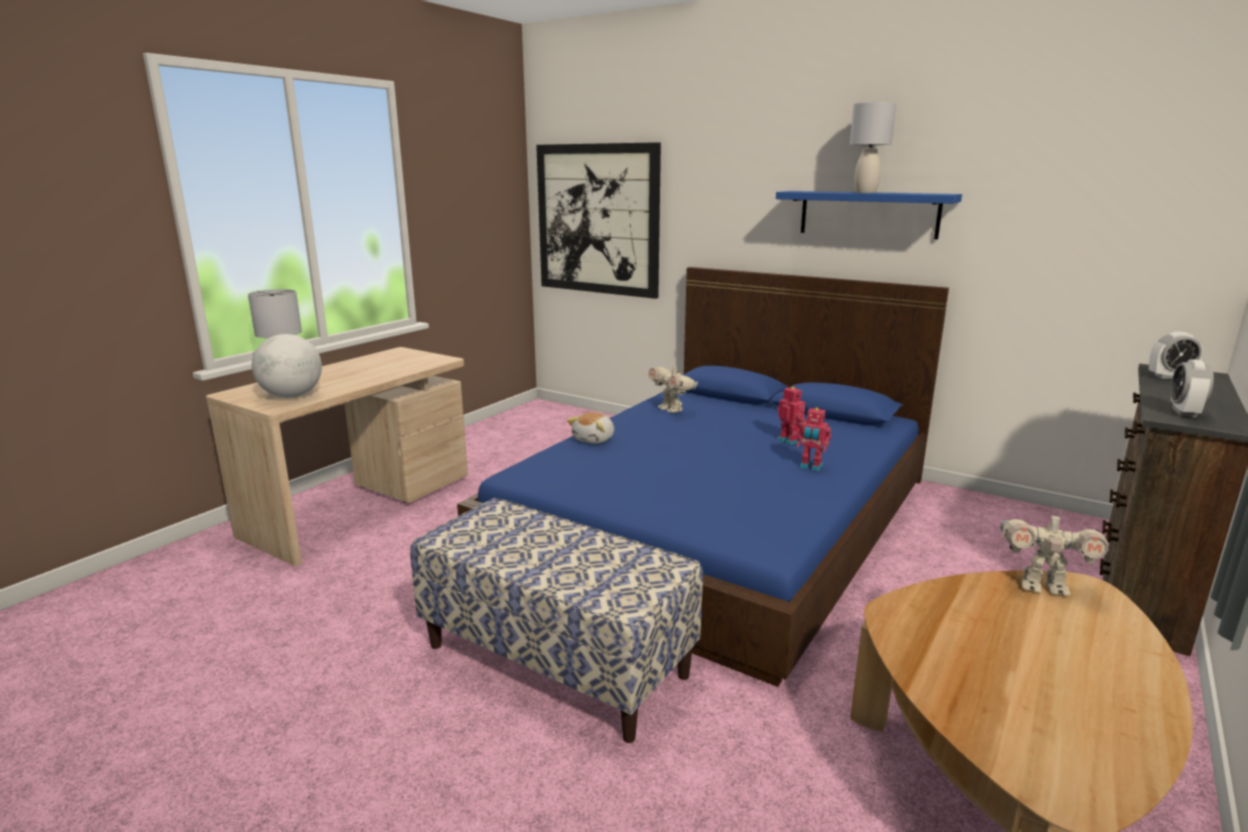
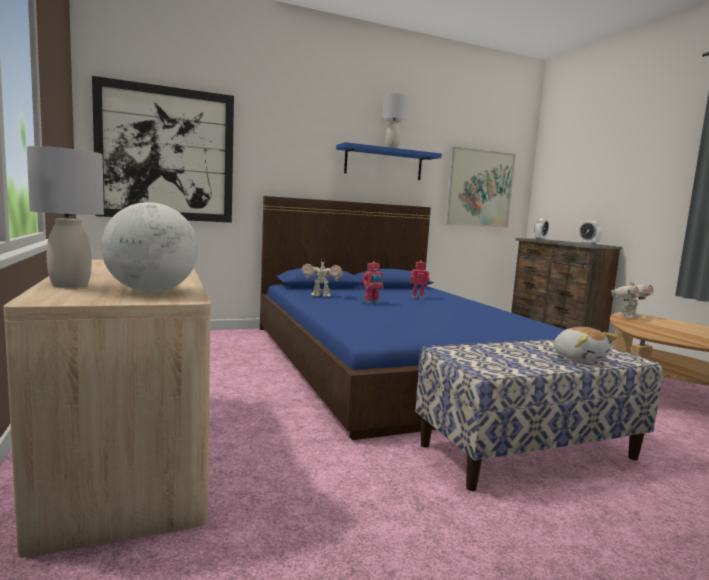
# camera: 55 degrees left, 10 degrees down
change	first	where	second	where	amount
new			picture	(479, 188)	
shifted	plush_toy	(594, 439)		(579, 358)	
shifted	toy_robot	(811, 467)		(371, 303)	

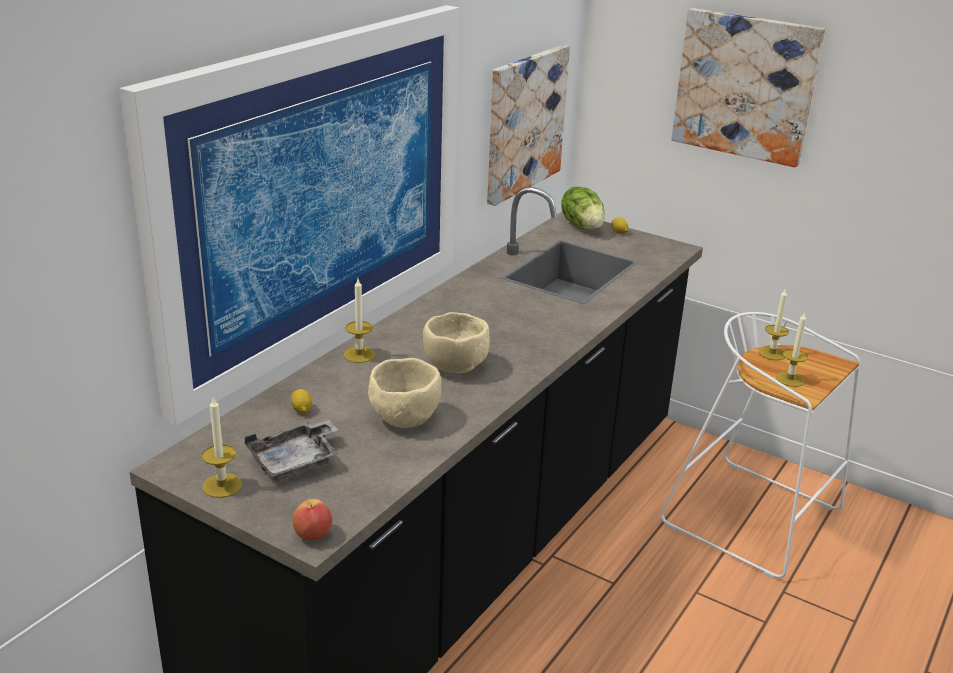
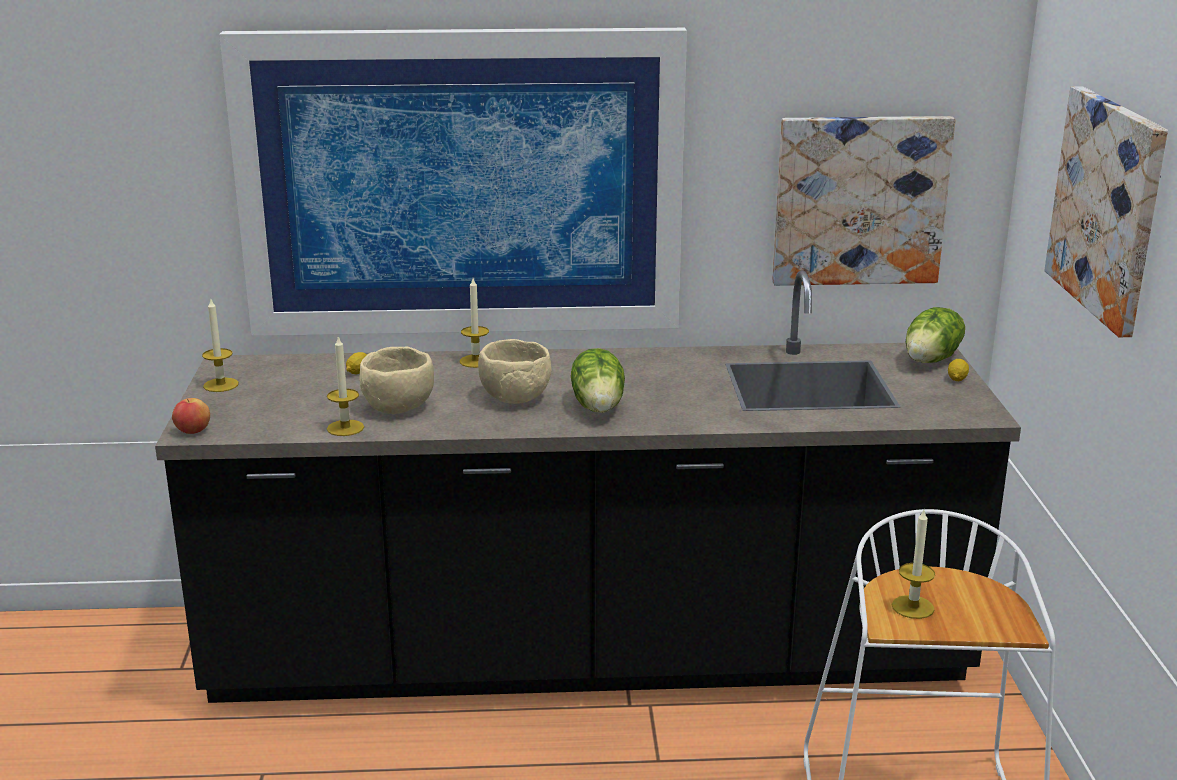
# camera: 55 degrees right, 5 degrees down
change	first	where	second	where	amount
gone	grey_tray	(296, 461)			
new			lettuce	(599, 406)	
shifted	candle	(772, 353)		(345, 428)	

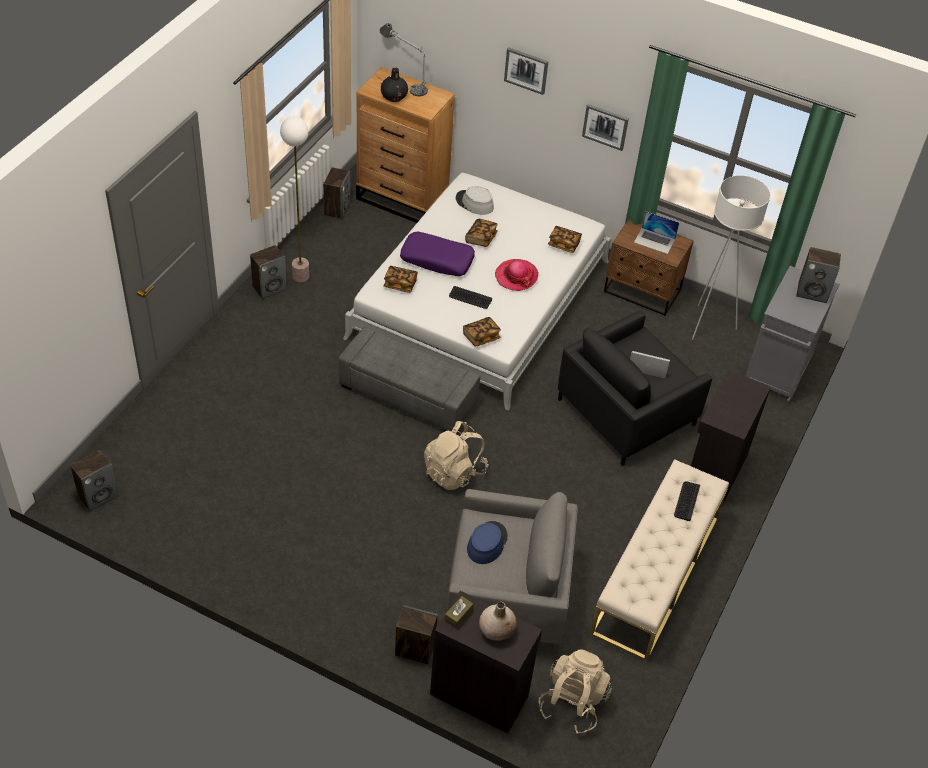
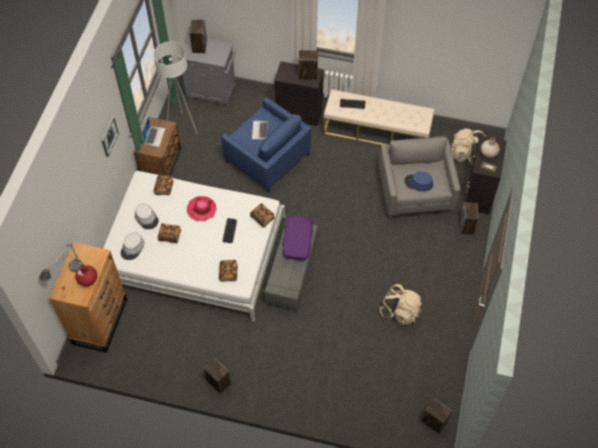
# camera: 100 degrees left, 10 degrees up
change	first	where	second	where	amount
gone	floor_lamp	(301, 276)			
gone	picture	(526, 70)			
new			grey_hat	(146, 218)	
shifted	speaker	(337, 209)		(307, 75)	
shifted	purple_pillow	(437, 260)		(297, 240)	
shifted	beige_backpack	(454, 472)		(400, 311)	
repainted	black_vase	(394, 97)	red_vase	(88, 279)	
repainted	black_armchair	(626, 412)	blue_armchair	(267, 158)	

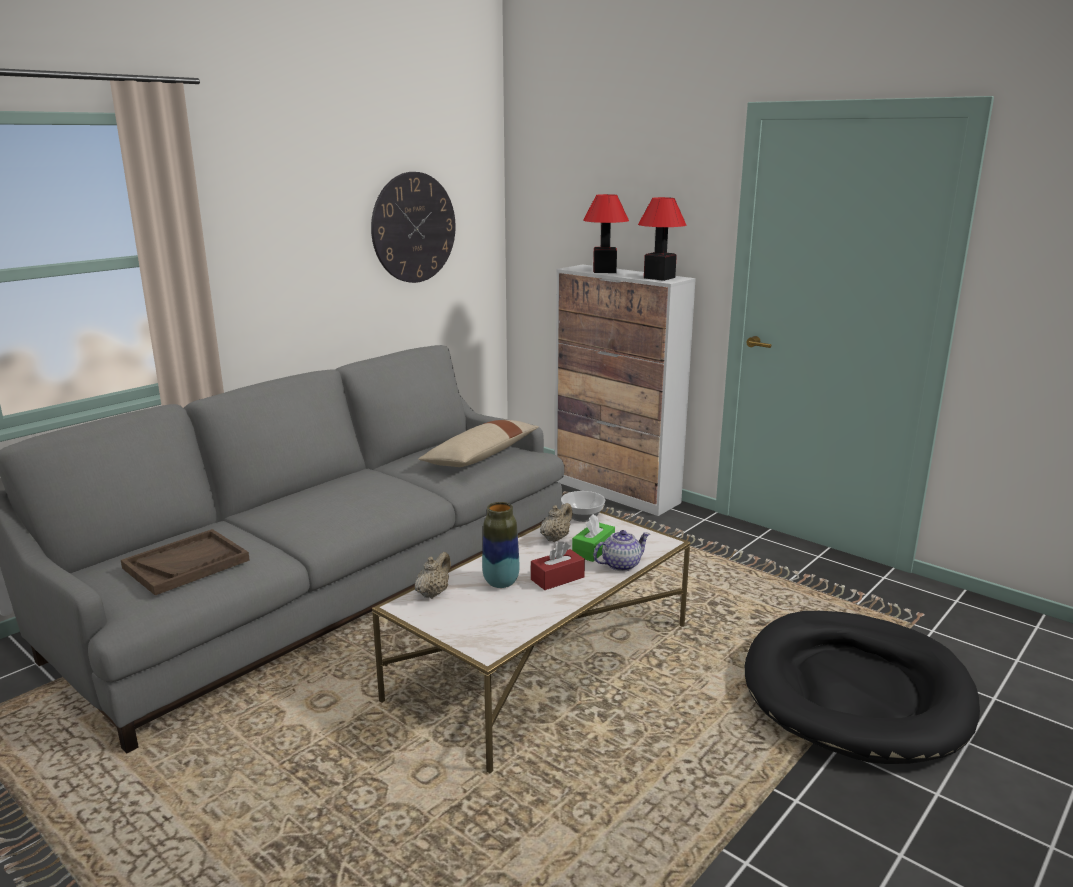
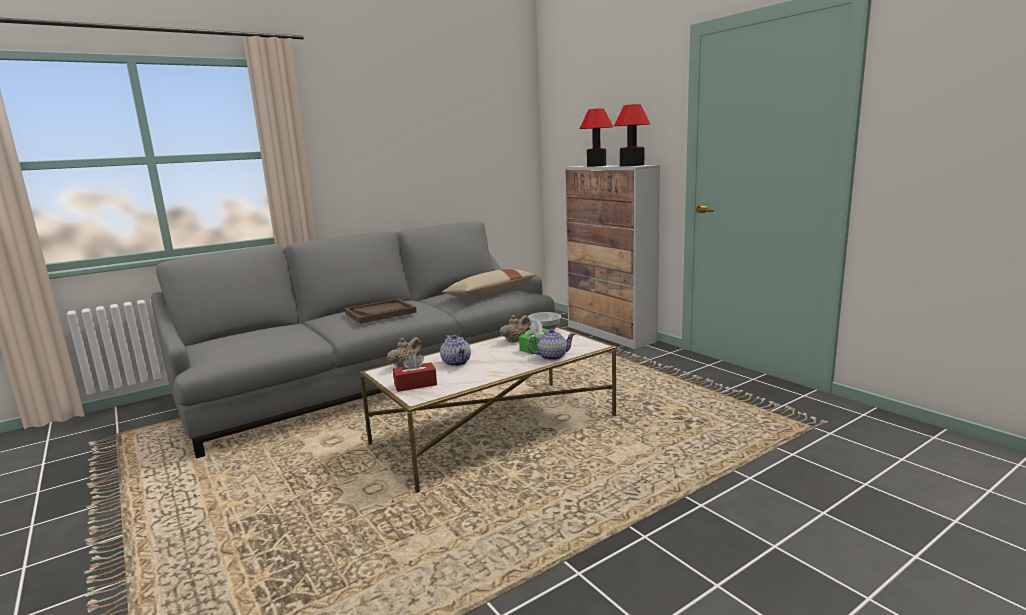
# camera: 15 degrees right, 5 degrees down
change	first	where	second	where	amount
gone	wall_clock	(414, 228)			
gone	black_dog_bed	(855, 691)			
shifted	brown_tray	(186, 564)		(380, 313)	
shifted	red_tissue_box	(557, 578)		(415, 384)	
swapped	vase	(501, 582)	teapot	(457, 362)	

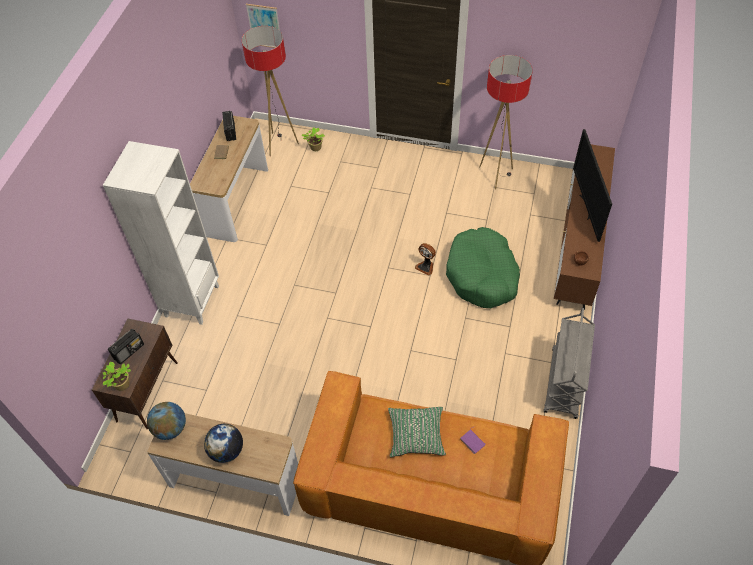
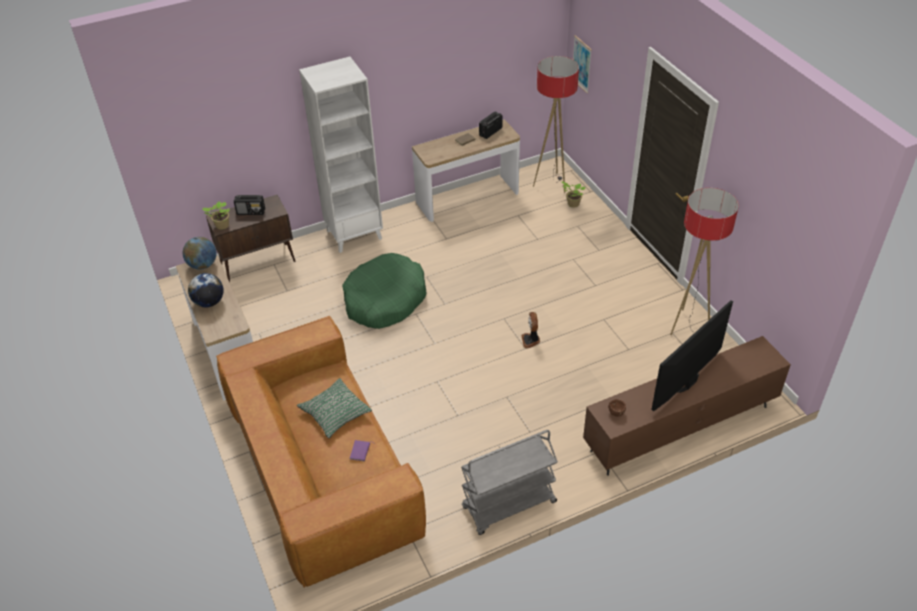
# camera: 50 degrees right, 10 degrees down
change	first	where	second	where	amount
shifted	green_dog_bed	(482, 275)		(385, 300)	

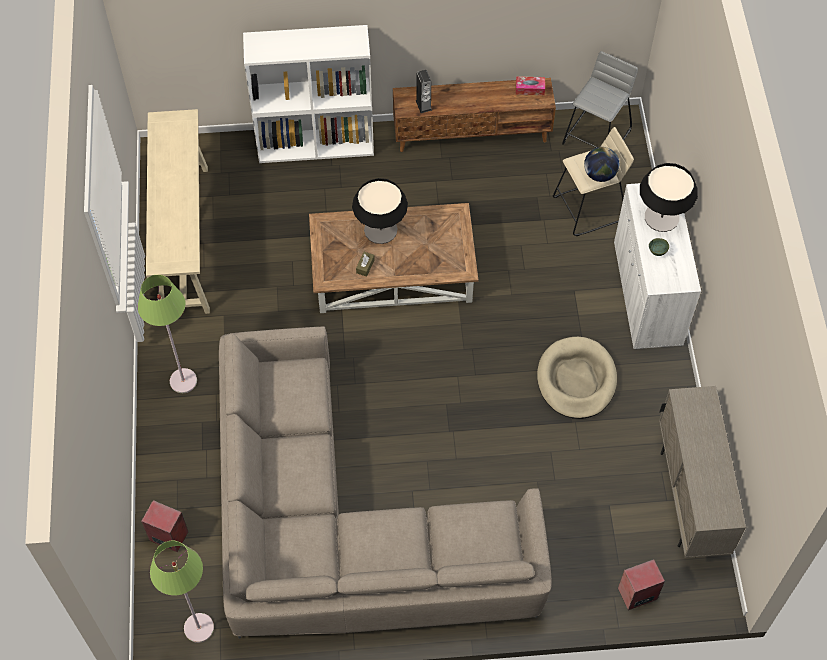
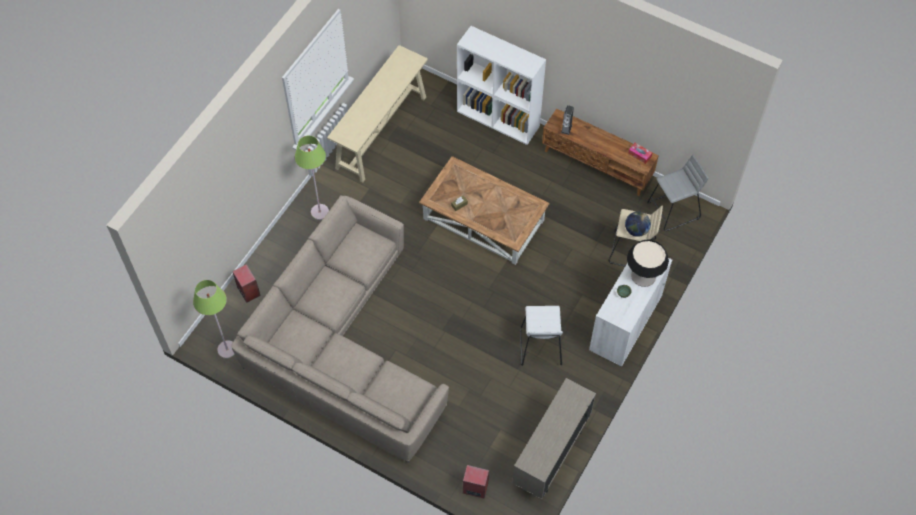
# camera: 35 degrees right, 0 degrees up
change	first	where	second	where	amount
gone	table_lamp	(380, 230)			
swapped	beige_dog_bed	(576, 380)	white_stool	(540, 347)	

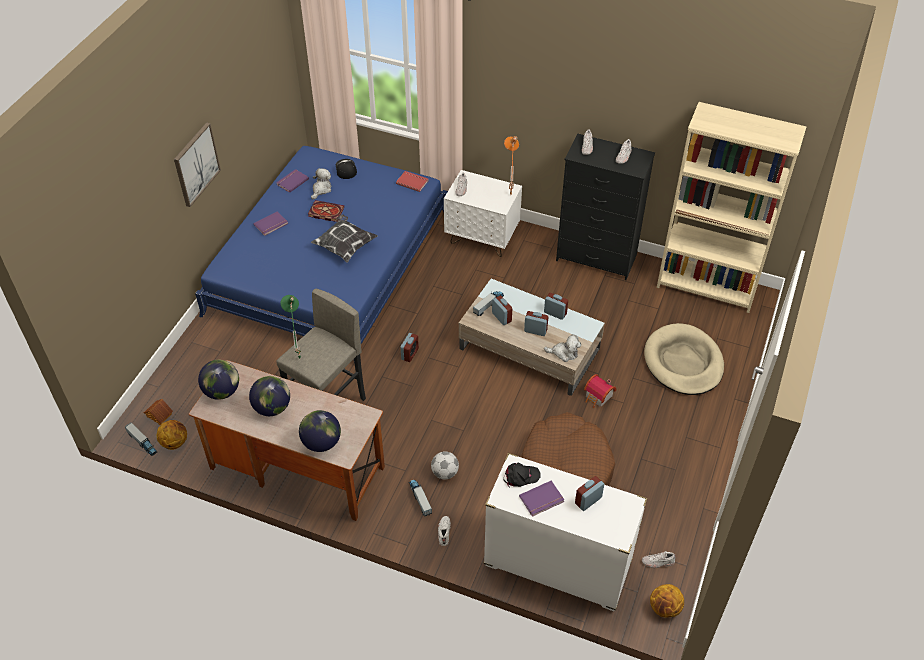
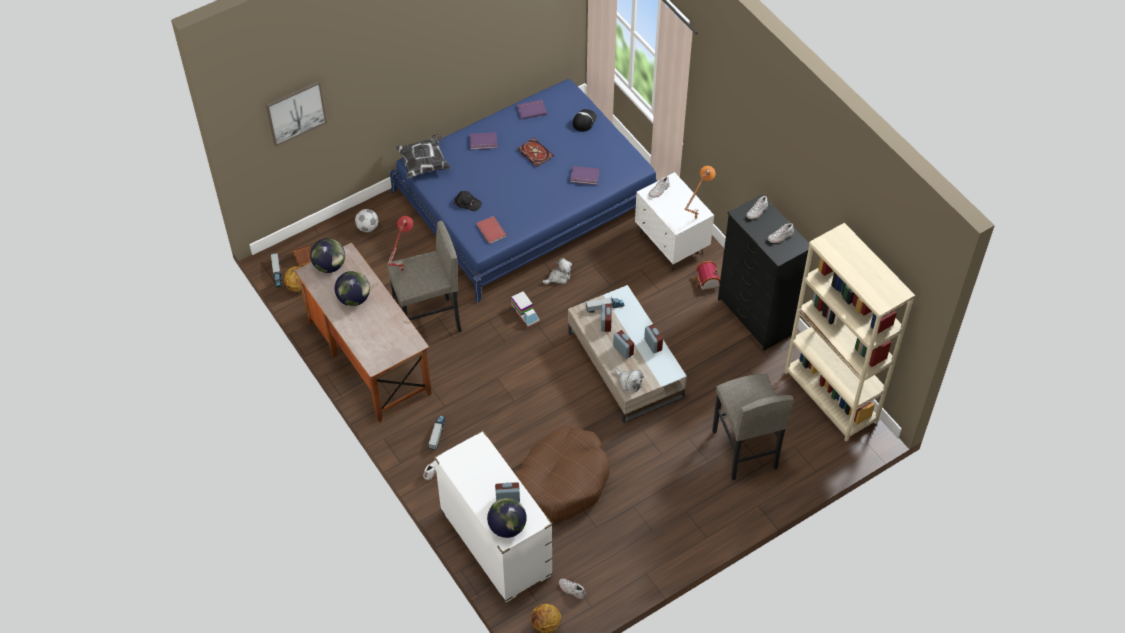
# camera: 35 degrees right, 5 degrees up
change	first	where	second	where	amount
shifted	picture	(196, 164)		(295, 112)	
shifted	globe	(321, 442)		(507, 527)	
shifted	plush_toy	(321, 189)		(559, 277)	
shifted	pillow	(345, 246)		(424, 163)	
shifted	red_book	(412, 181)		(492, 230)	
shifted	football	(445, 472)		(367, 227)	
shifted	black_cap	(520, 476)		(467, 203)	
shifted	purple_book	(542, 500)		(584, 177)	
shifted	toy_house	(598, 397)		(706, 282)	
swapped	alarm_clock	(410, 354)	toy_truck	(525, 314)	
swapped	beige_dog_bed	(683, 362)	grey_stool	(744, 450)	
repainted	green_table_lamp	(298, 358)	red_table_lamp	(401, 270)	

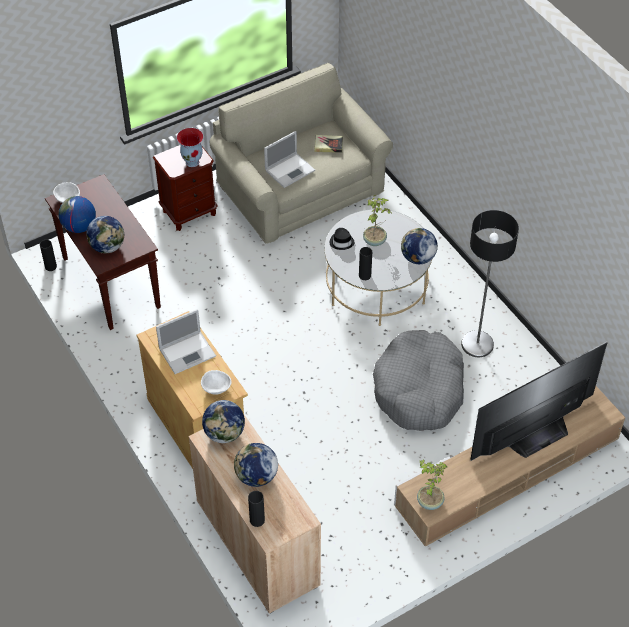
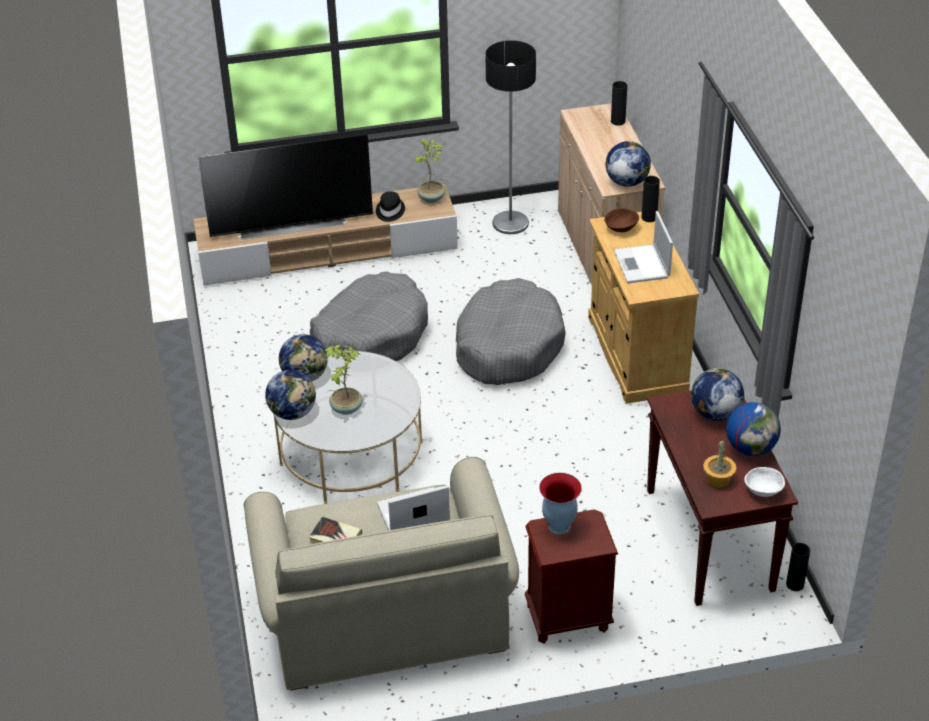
# camera: 160 degrees left, 10 degrees down
change	first	where	second	where	amount
new			grey_dog_bed	(508, 346)	
new			potted_plant	(718, 479)	
shifted	globe	(256, 476)		(293, 413)	
shifted	black_hat	(341, 242)		(389, 211)	
shifted	black_vase	(365, 275)		(649, 217)	
shifted	floor_lamp	(477, 344)		(510, 223)	
repainted	white_bowl	(216, 388)	brown_bowl	(621, 229)	
rotated	laptop	(188, 352)		(642, 265)	90 degrees counterclockwise

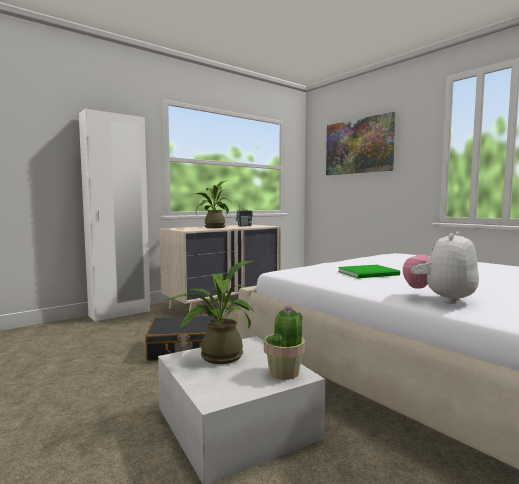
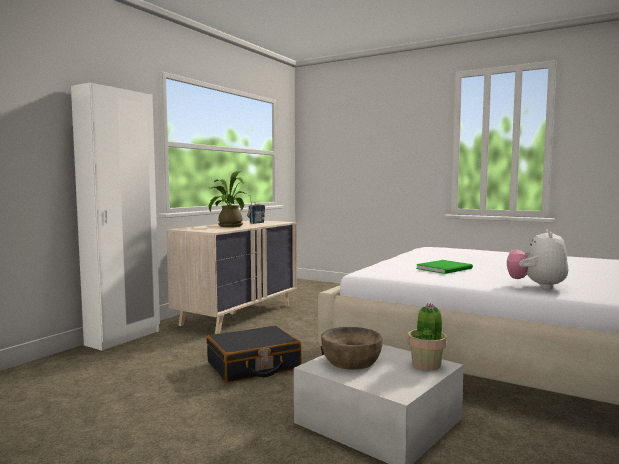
# camera: 20 degrees left, 0 degrees up
change	first	where	second	where	amount
gone	picture	(358, 146)			
swapped	potted_plant	(216, 357)	brown_bowl	(351, 361)	

